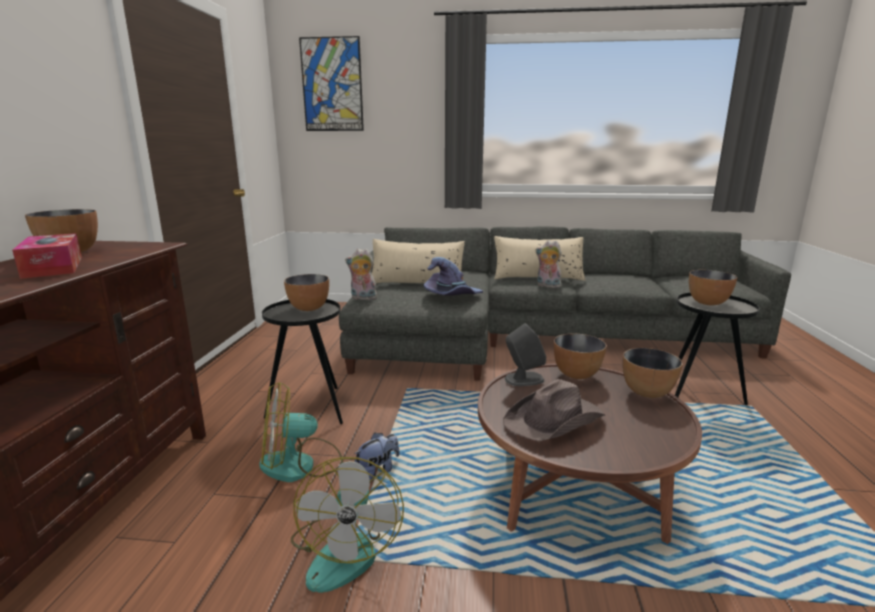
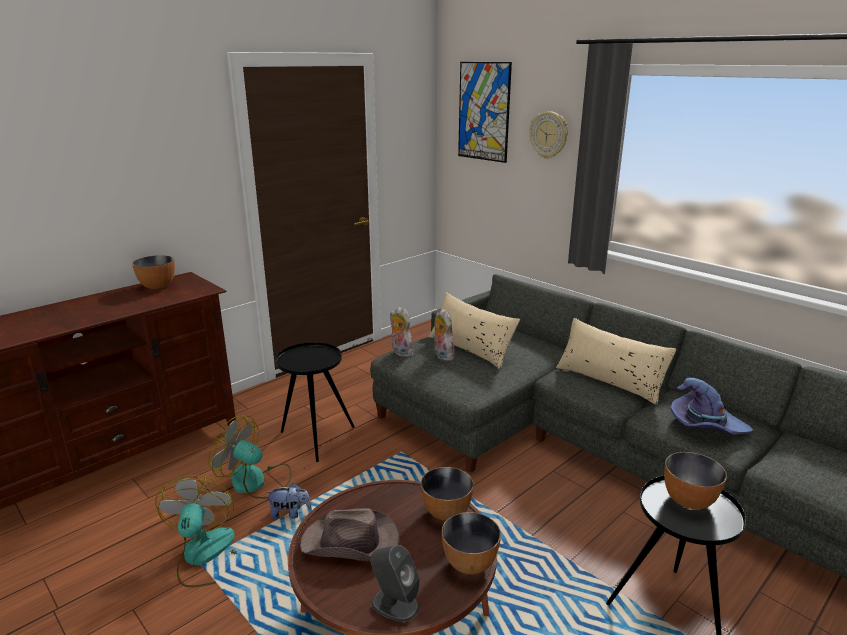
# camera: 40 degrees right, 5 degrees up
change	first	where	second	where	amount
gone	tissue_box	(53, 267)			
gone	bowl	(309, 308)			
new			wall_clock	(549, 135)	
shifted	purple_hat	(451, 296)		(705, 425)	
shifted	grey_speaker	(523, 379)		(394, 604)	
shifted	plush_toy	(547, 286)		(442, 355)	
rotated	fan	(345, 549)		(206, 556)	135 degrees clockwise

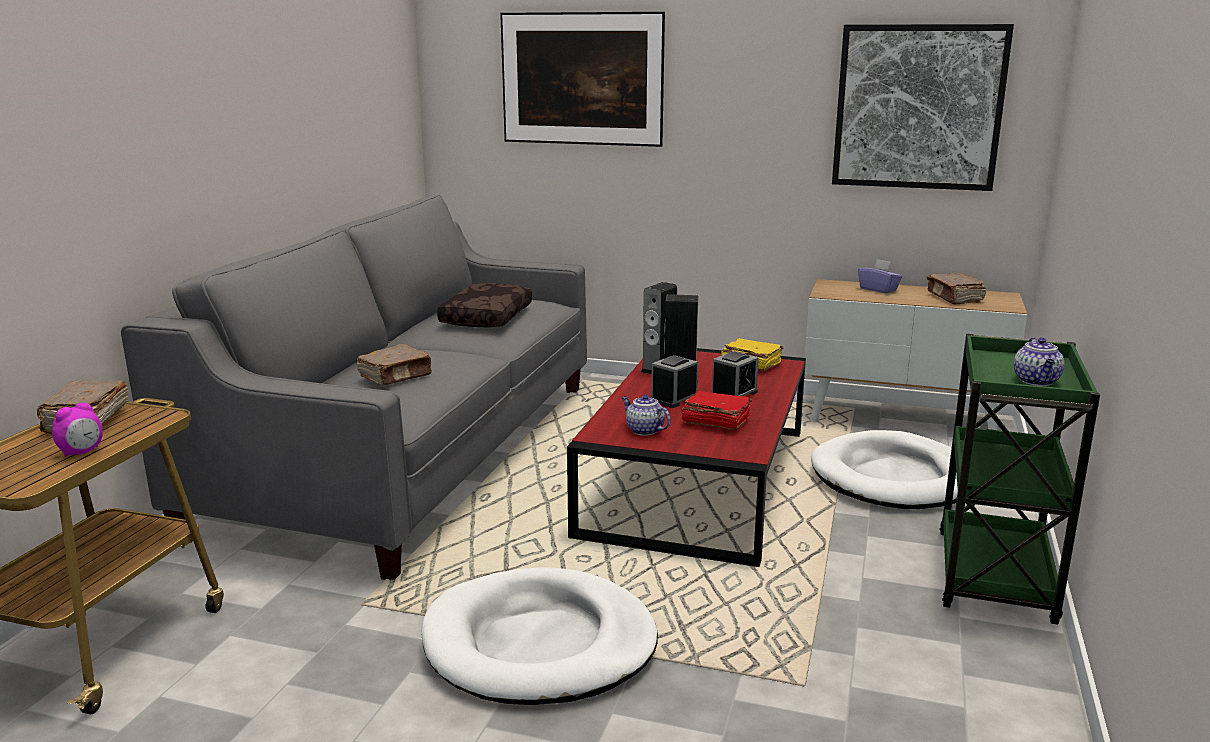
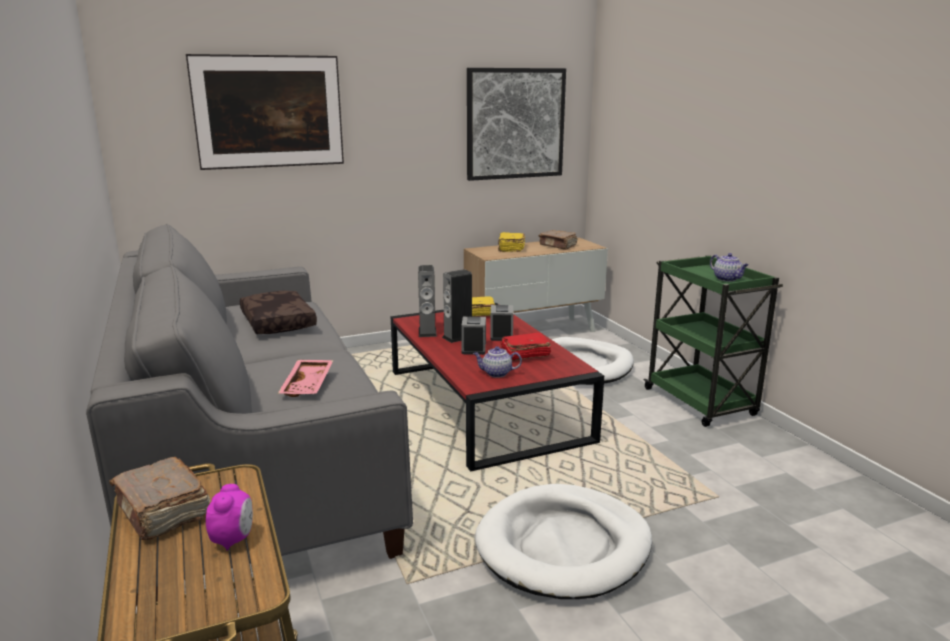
# camera: 40 degrees left, 0 degrees up
change	first	where	second	where	amount
swapped	brown_book	(396, 377)	pink_tray	(308, 385)	
swapped	purple_tissue_box	(878, 289)	yellow_book	(511, 248)	

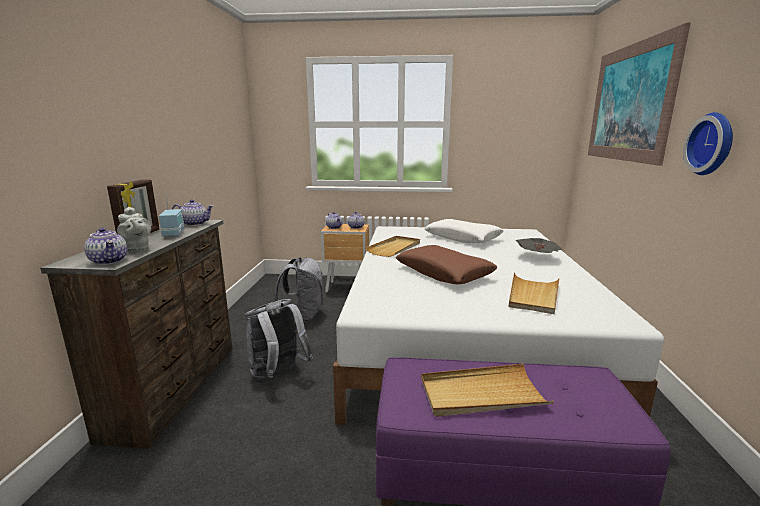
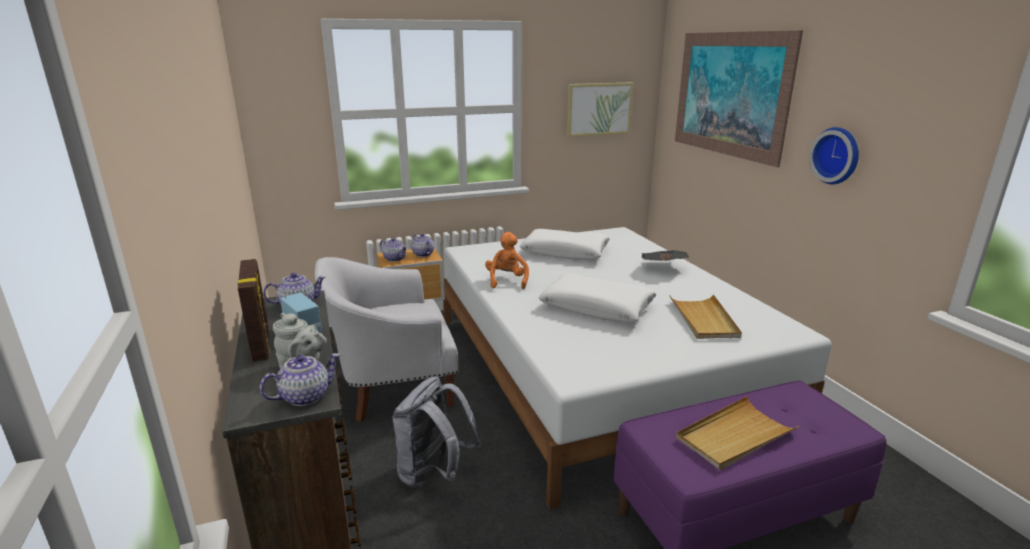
# camera: 25 degrees left, 5 degrees up
change	first	where	second	where	amount
new			picture	(598, 109)	
swapped	grey_backpack	(303, 315)	white_armchair	(392, 387)	
swapped	beige_tray	(395, 248)	orange_plush_toy	(507, 281)	
repainted	brown_pillow	(444, 273)	white_pillow	(597, 308)	
rotated	teapot	(109, 261)		(305, 396)	60 degrees counterclockwise

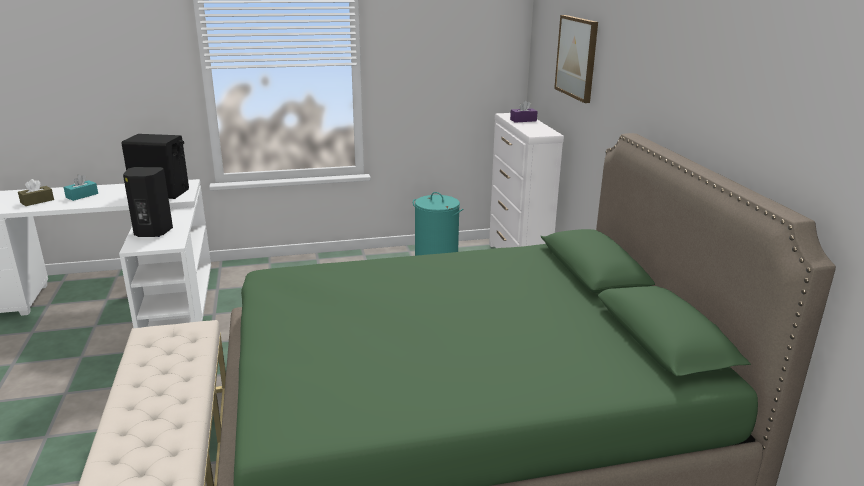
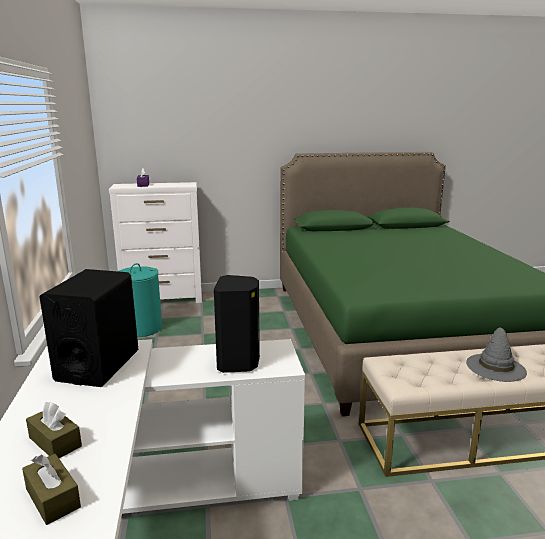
# camera: 85 degrees left, 5 degrees down
change	first	where	second	where	amount
gone	picture	(577, 57)			
new			grey_hat	(495, 366)	
repainted	turquoise_tissue_box	(82, 195)	brown_tissue_box	(55, 442)	

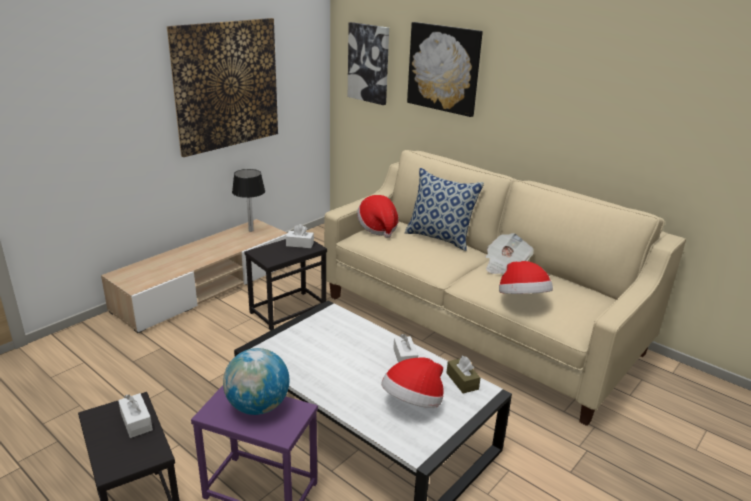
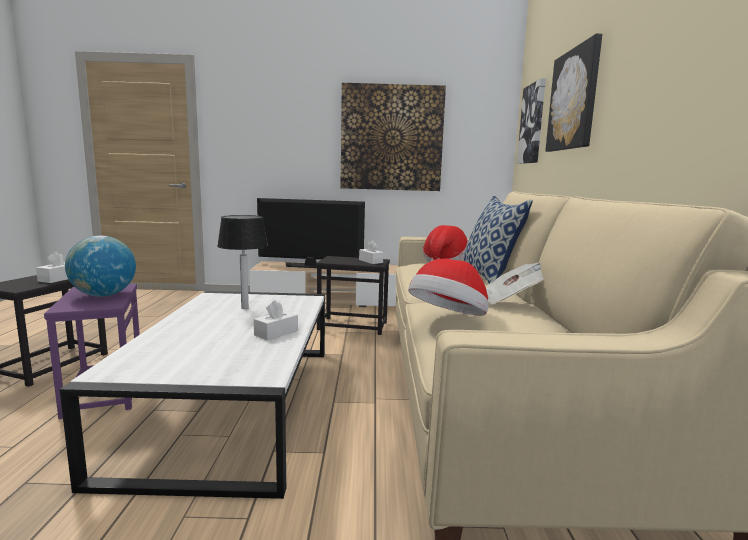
# camera: 50 degrees right, 15 degrees down
change	first	where	second	where	amount
gone	hat	(413, 402)			
gone	brown_tissue_box	(462, 381)			
new			television	(310, 266)	
shifted	table_lamp	(251, 230)		(245, 308)	

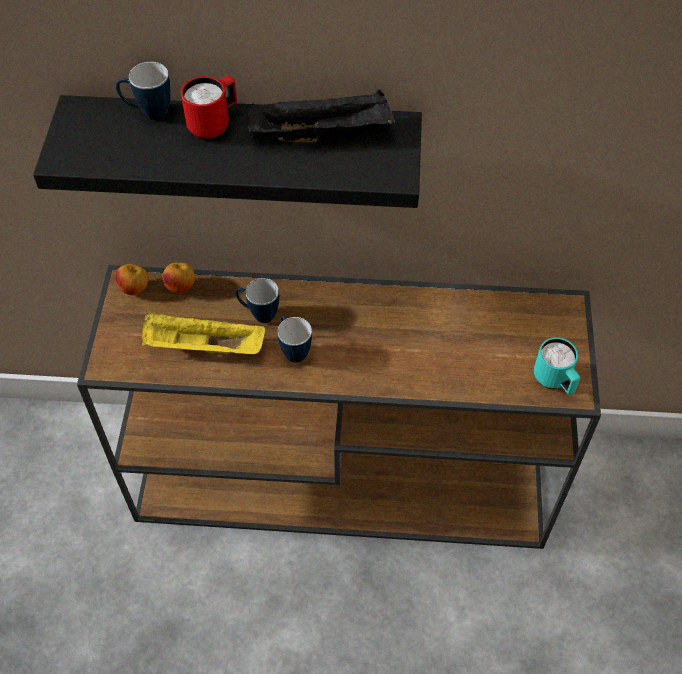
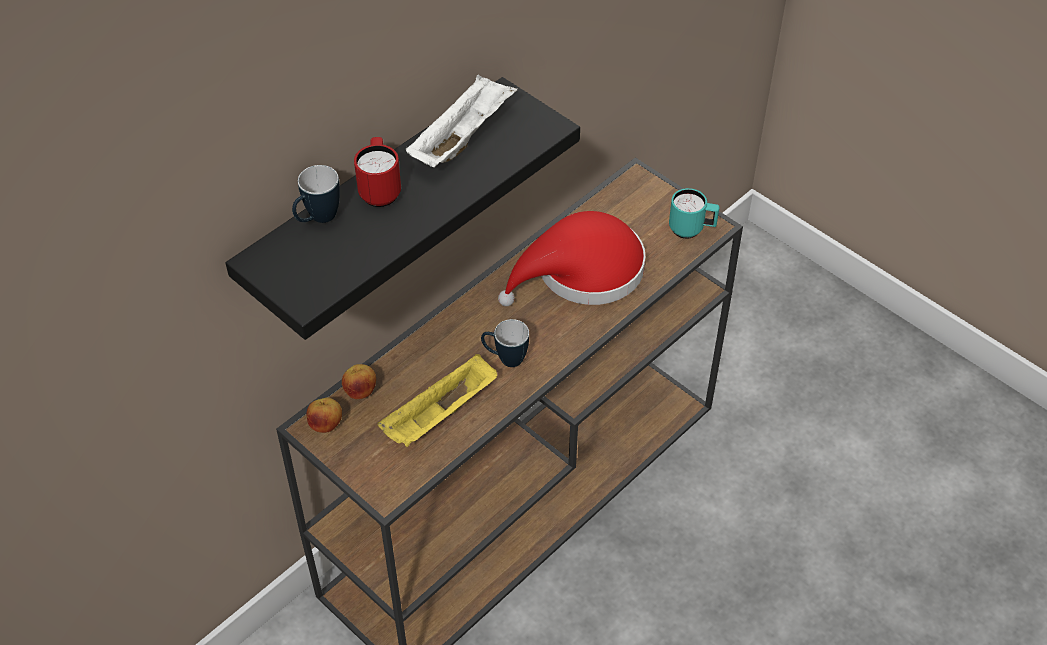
# camera: 50 degrees left, 5 degrees down
change	first	where	second	where	amount
gone	mug	(258, 314)			
new			red_hat	(582, 272)	
repainted	black_tray	(323, 133)	white_tray	(462, 137)	

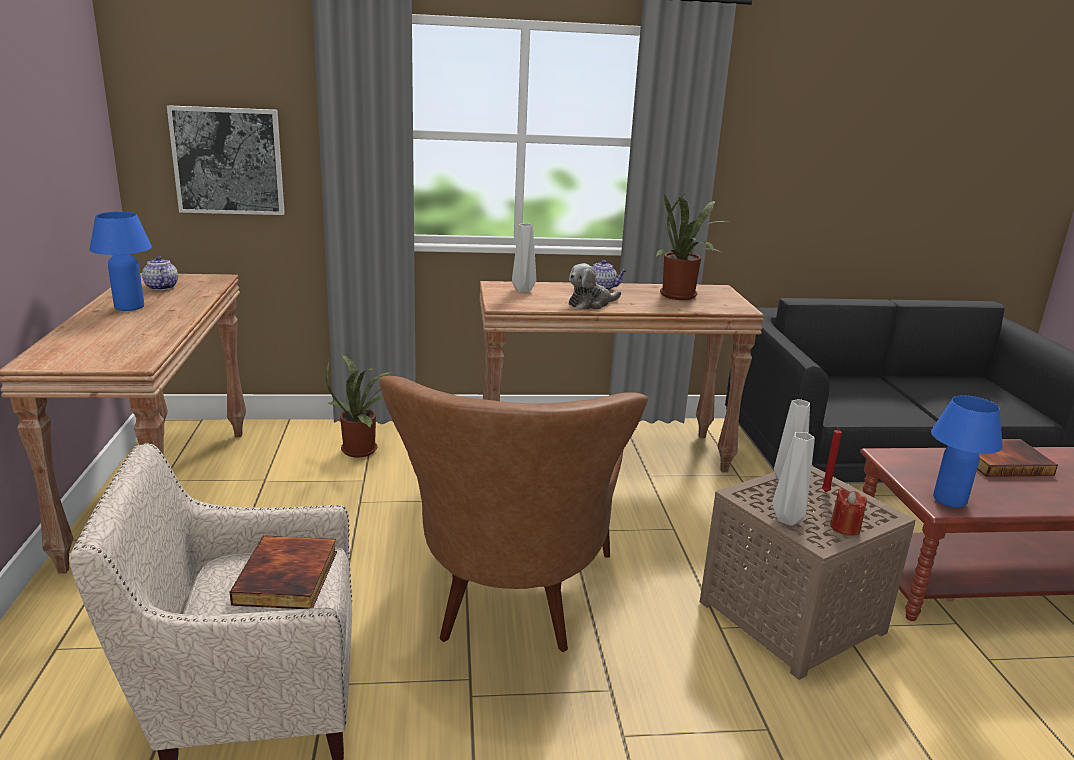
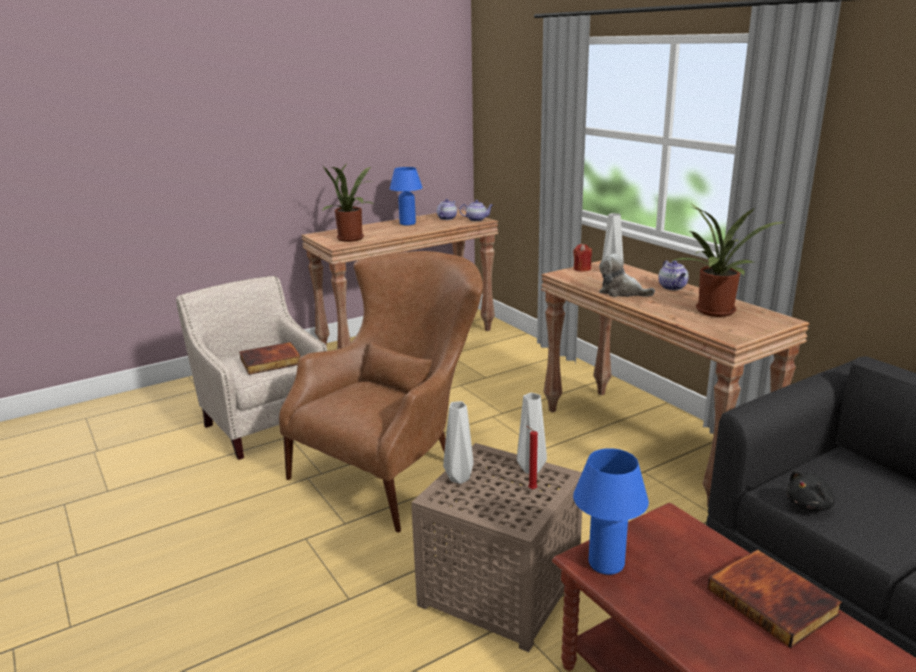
# camera: 65 degrees right, 0 degrees up
change	first	where	second	where	amount
gone	picture	(228, 161)			
new			teapot	(477, 219)	
new			black_plush_toy	(810, 505)	
shifted	potted_plant	(363, 450)		(352, 239)	
shifted	red_candle	(845, 527)		(582, 269)	
rotated	brown_armchair	(509, 610)		(395, 465)	150 degrees clockwise

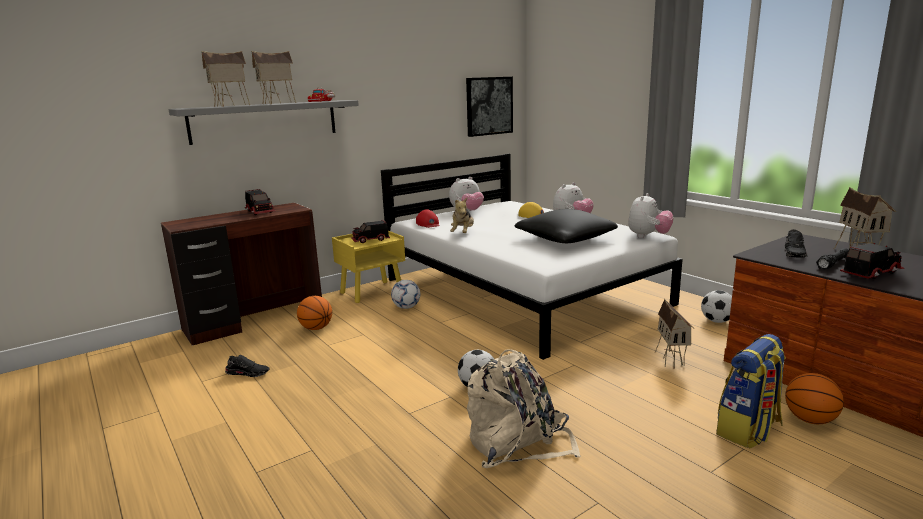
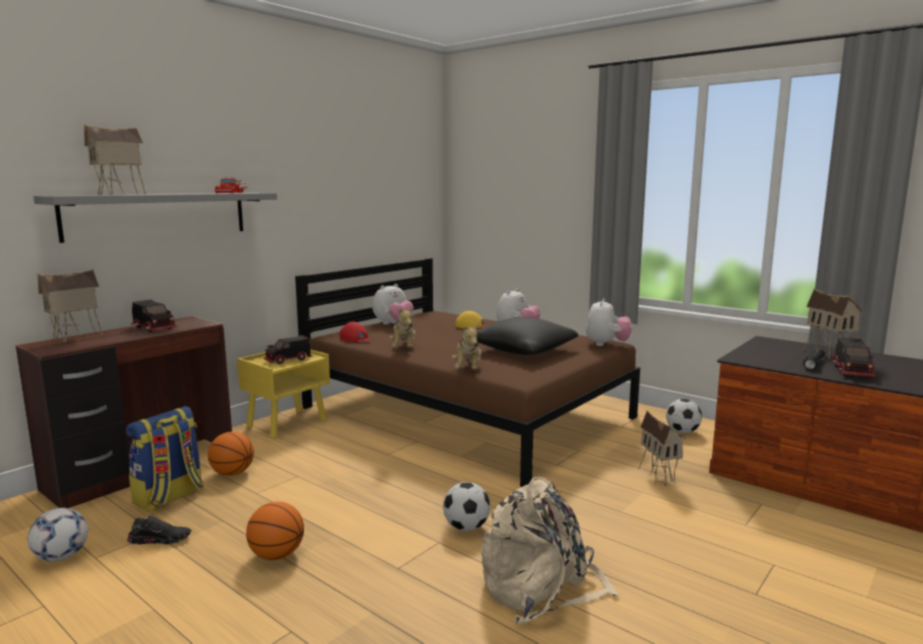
# camera: 15 degrees left, 5 degrees down
change	first	where	second	where	amount
gone	picture	(489, 106)			
gone	black_shoe	(795, 253)			
new			plush_toy	(468, 369)	
shifted	toy_house	(278, 103)		(76, 338)	
shifted	football	(406, 307)		(61, 557)	
shifted	backpack	(748, 430)		(169, 497)	
shifted	basketball	(810, 420)		(277, 555)	
repainted	white_bed	(522, 291)	brown_bed	(467, 412)	
rotated	toy_truck	(870, 273)		(852, 371)	150 degrees clockwise

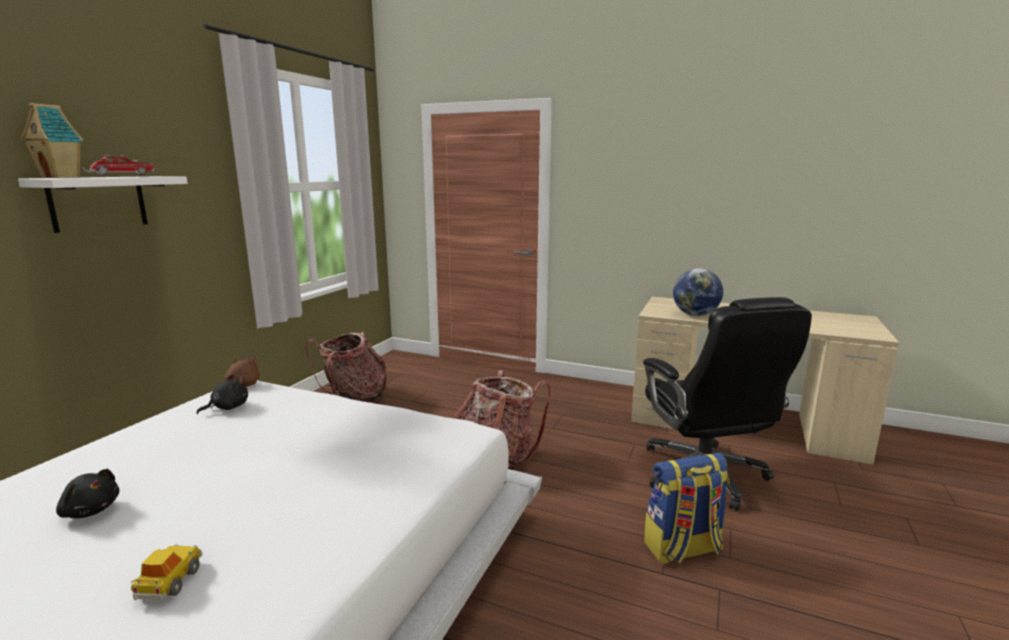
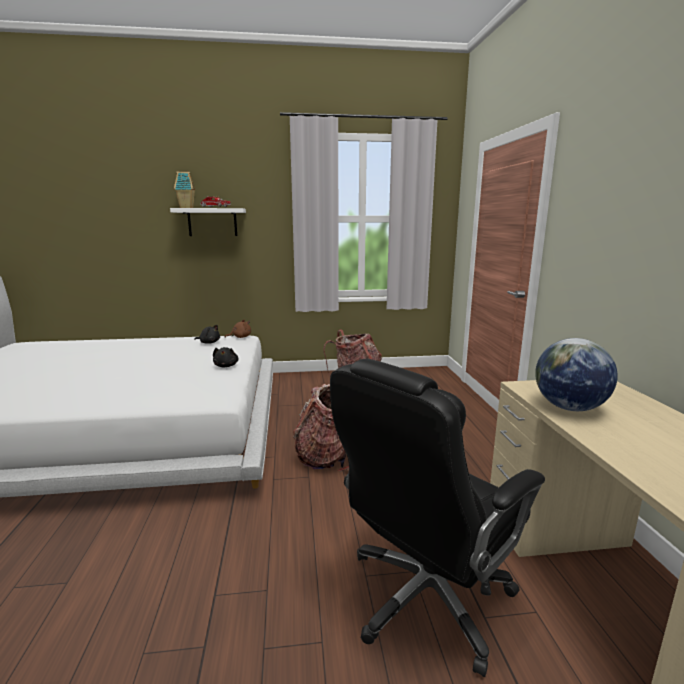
# camera: 60 degrees right, 0 degrees up
change	first	where	second	where	amount
gone	toy_car	(169, 581)			
gone	backpack	(682, 549)			
shifted	black_plush_toy	(90, 510)		(226, 366)	

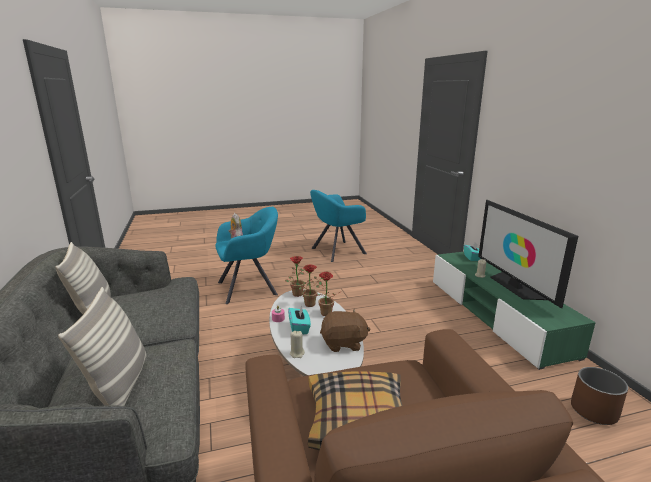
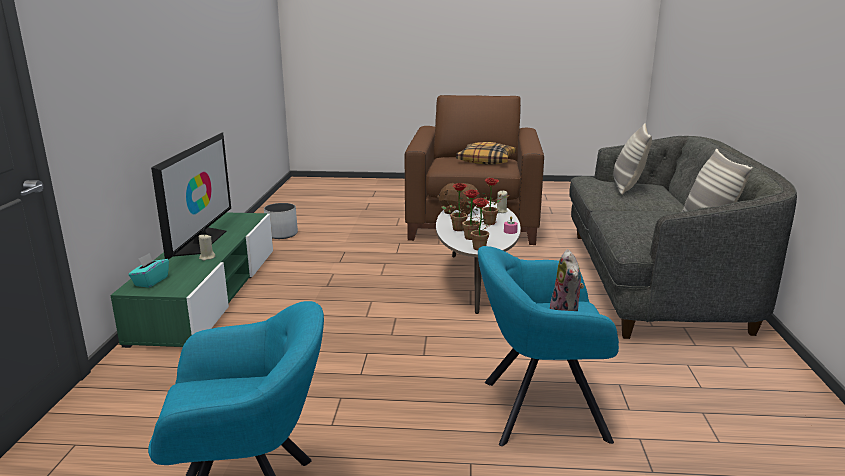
# camera: 160 degrees left, 0 degrees up
change	first	where	second	where	amount
swapped	turquoise_tissue_box	(299, 328)	potted_plant	(492, 223)	
repainted	brown_planter	(593, 411)	white_planter	(282, 234)	

